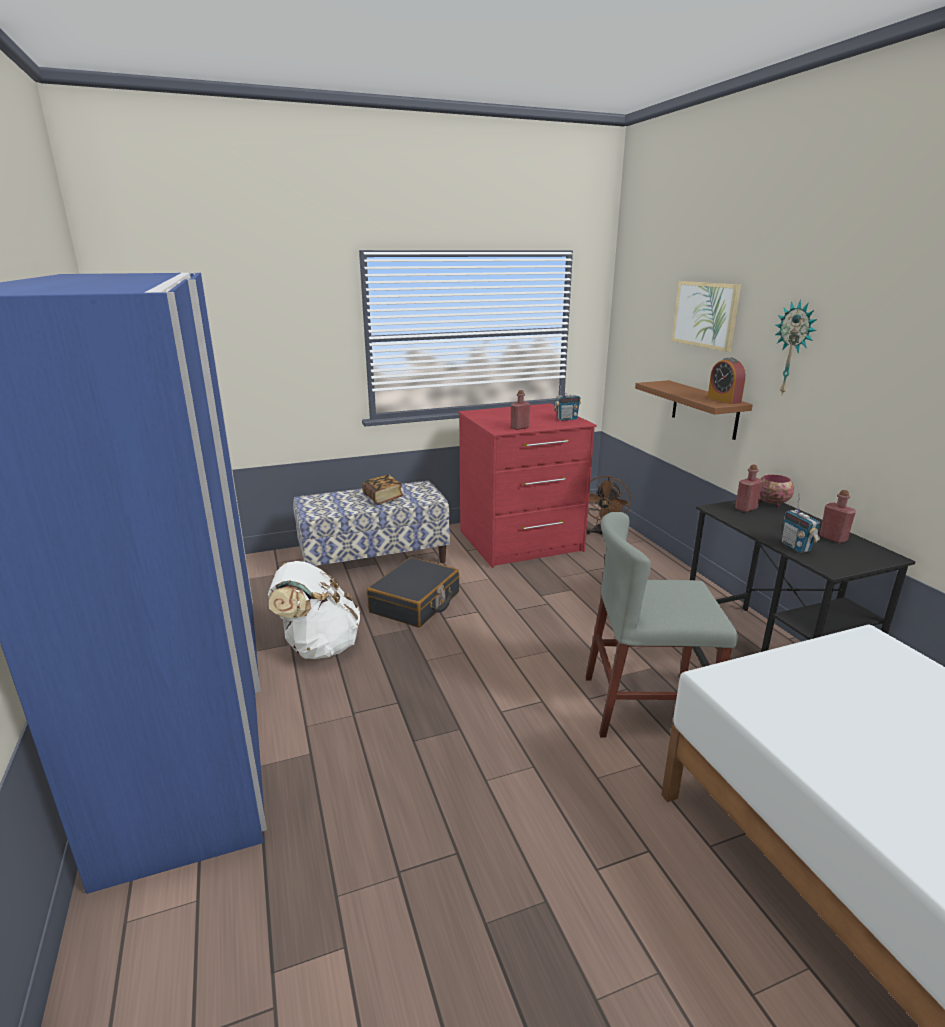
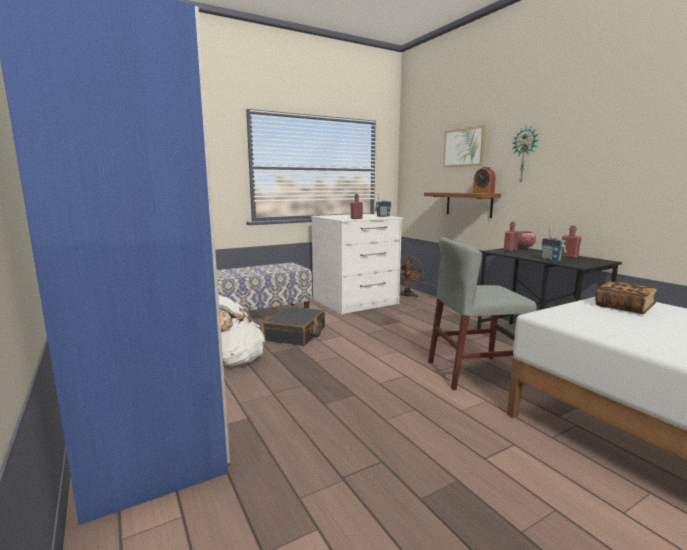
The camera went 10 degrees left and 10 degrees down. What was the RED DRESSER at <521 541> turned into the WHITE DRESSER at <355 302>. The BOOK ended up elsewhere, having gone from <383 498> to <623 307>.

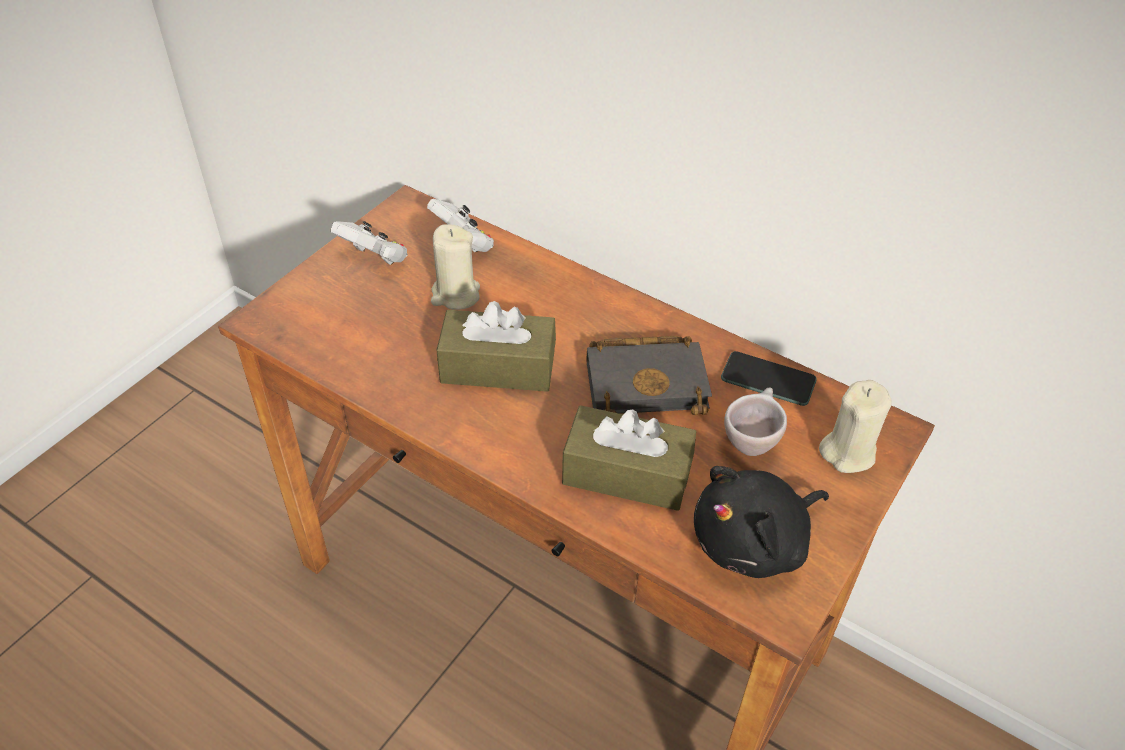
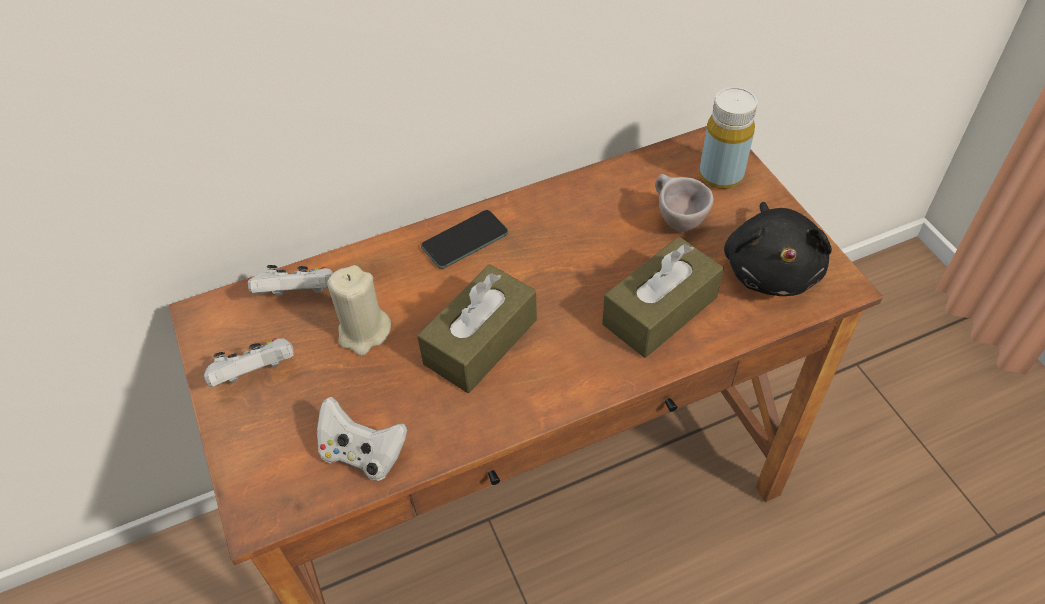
The camera went 55 degrees left and 5 degrees up. The second view lost the BLACK BOOK at <649 381>. The PHONE ended up elsewhere, having gone from <768 379> to <465 240>. Where the BEIGE CANDLE stood at <848 452>, the YELLOW BOTTLE came to stand at <721 175>. The second view gained the WHITE GAME CONTROLLER at <363 453>.

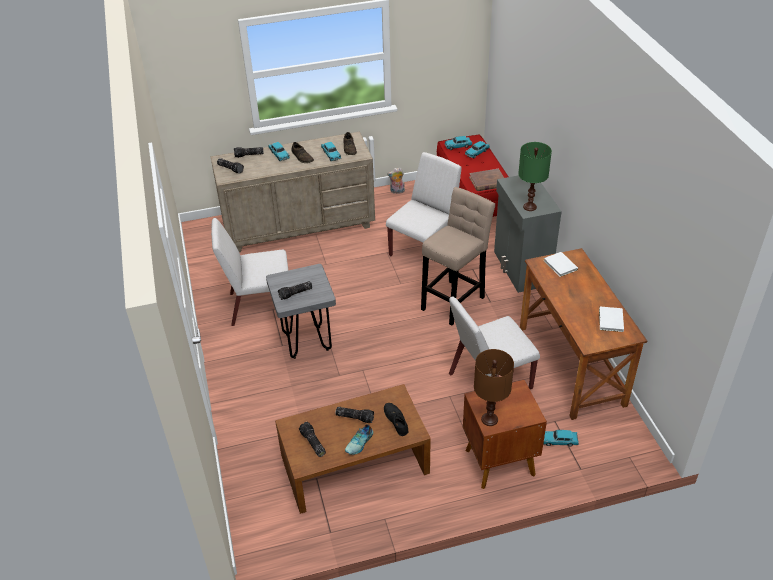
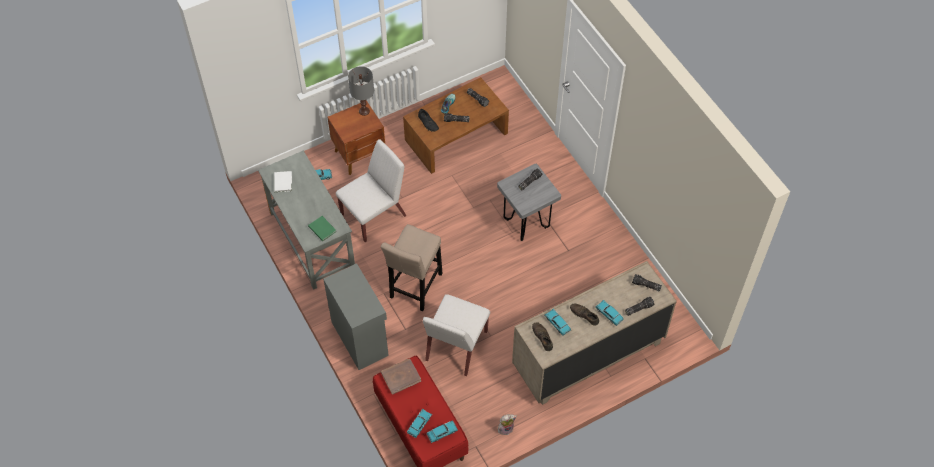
The camera went 165 degrees right and 15 degrees up. The second view lost the GREEN TABLE LAMP at <530 207>. The second view lost the WHITE CHAIR at <259 306>. What was the BROWN DESK at <571 365> turned into the GREY DESK at <311 241>. What was the WHITE BOOK at <560 266> turned into the GREEN BOOK at <322 228>. What was the BROWN TABLE LAMP at <489 419> turned into the GREY TABLE LAMP at <364 111>.

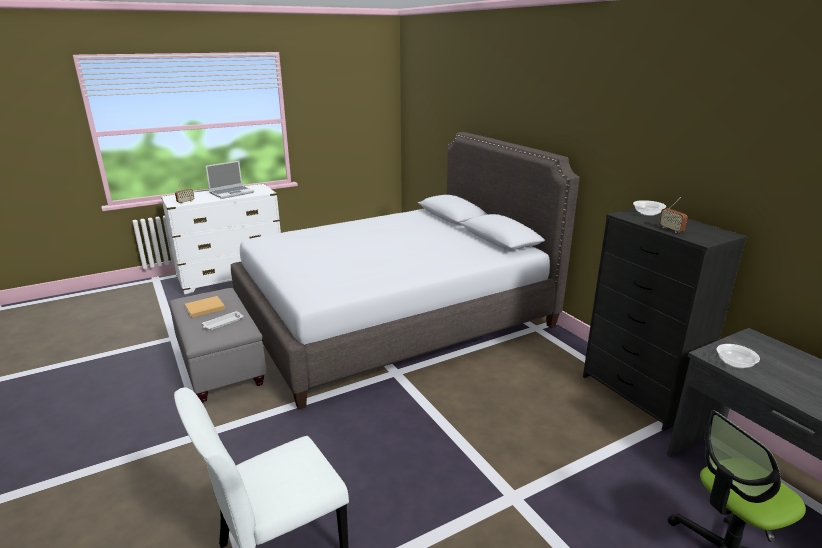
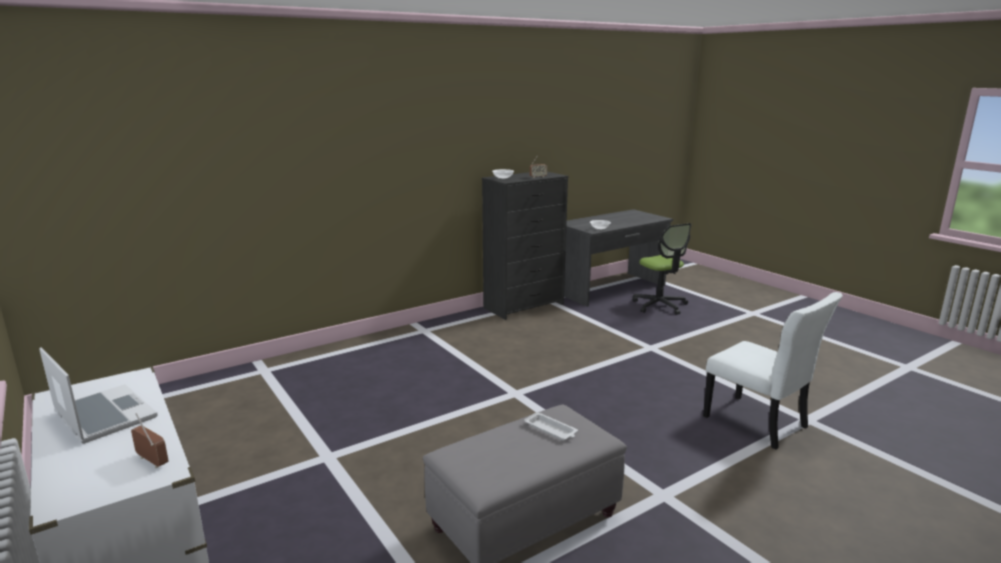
The camera went 95 degrees left and 5 degrees down. The second view lost the GREY BED at <394 319>. The second view lost the BEIGE BOOK at <203 308>.

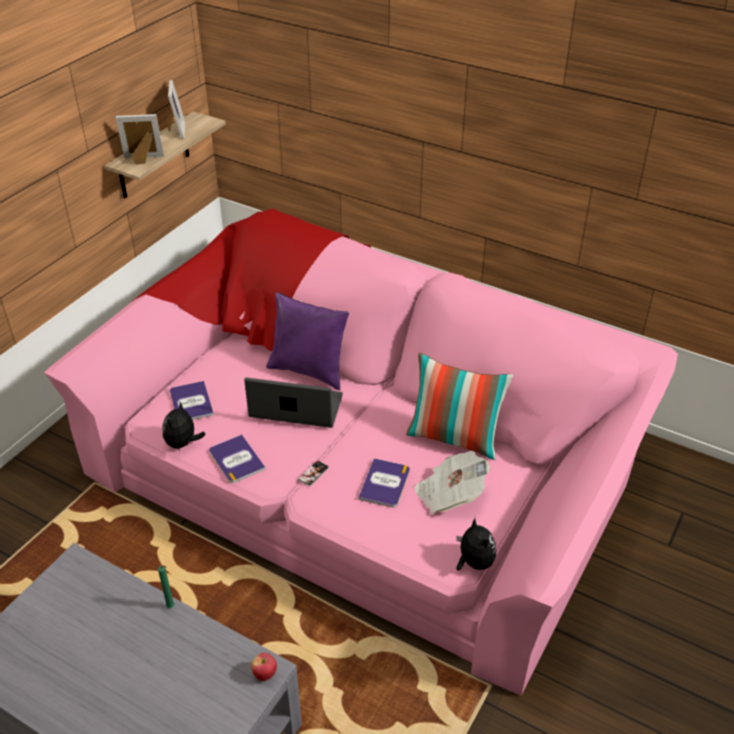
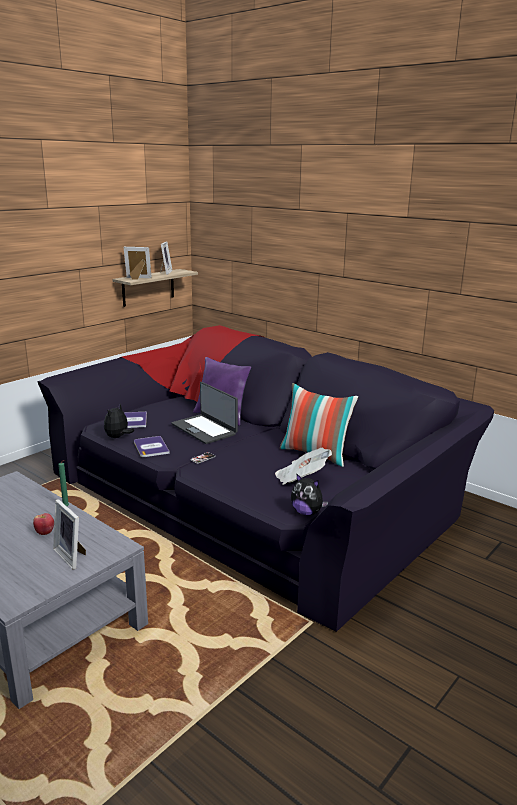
The camera went 10 degrees right and 20 degrees down. What was the PINK SOFA at <366 460> turned into the BLACK SOFA at <256 487>. The LAPTOP at <296 407> ended up facing another way, 150 degrees counterclockwise from before. The second view lost the BOOK at <384 483>. The PLUSH TOY at <474 562> ended up facing another way, 135 degrees clockwise from before. The APPLE ended up elsewhere, having gone from <265 674> to <45 532>. The second view gained the PICTURE FRAME at <72 555>.

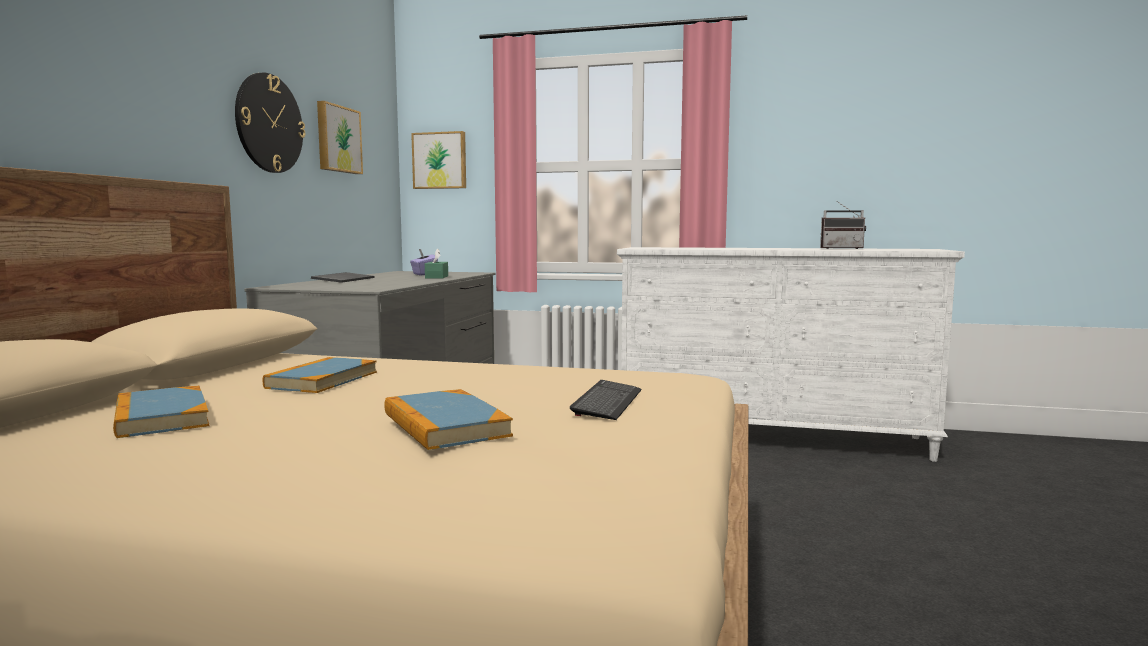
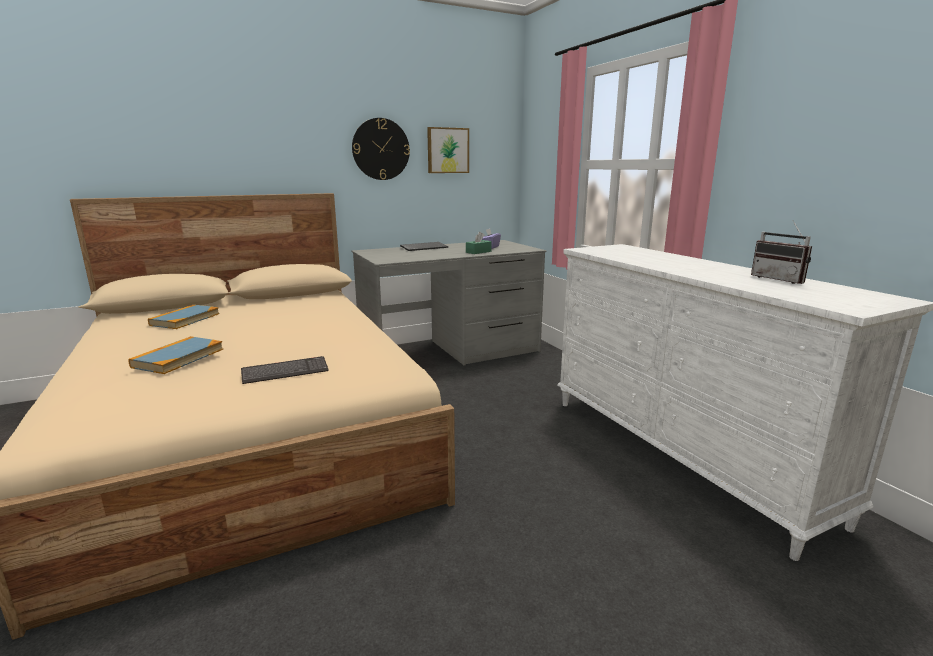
The camera went 50 degrees right and 10 degrees up. The second view lost the PICTURE at <440 160>. The second view lost the BOOK at <322 380>.

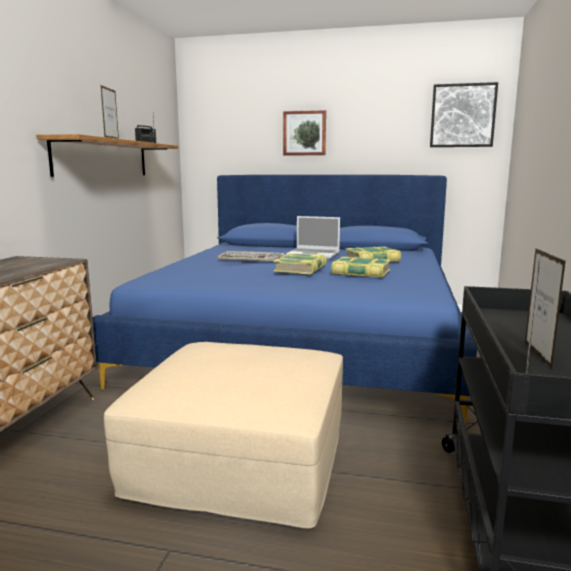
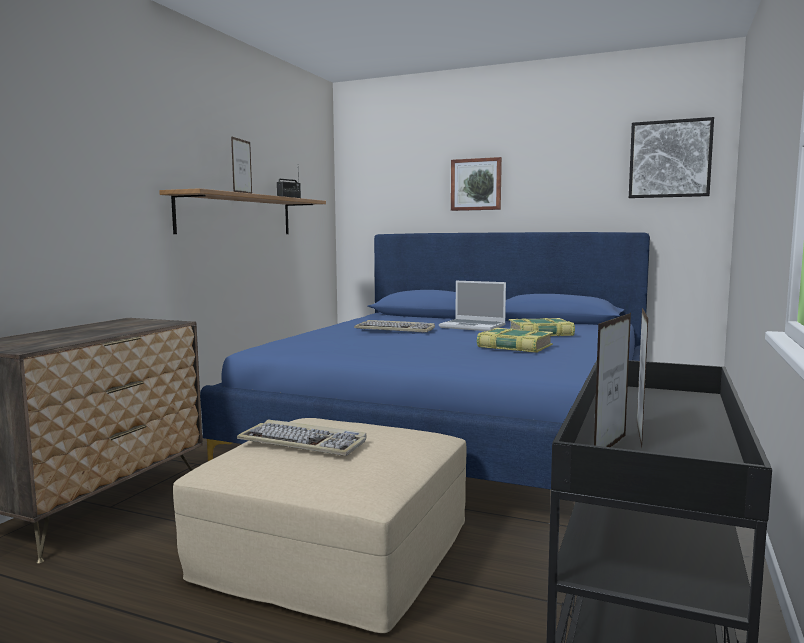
The camera went 10 degrees right and 5 degrees down. The second view lost the BOOK at <301 269>. The second view gained the KEYBOARD at <304 442>.

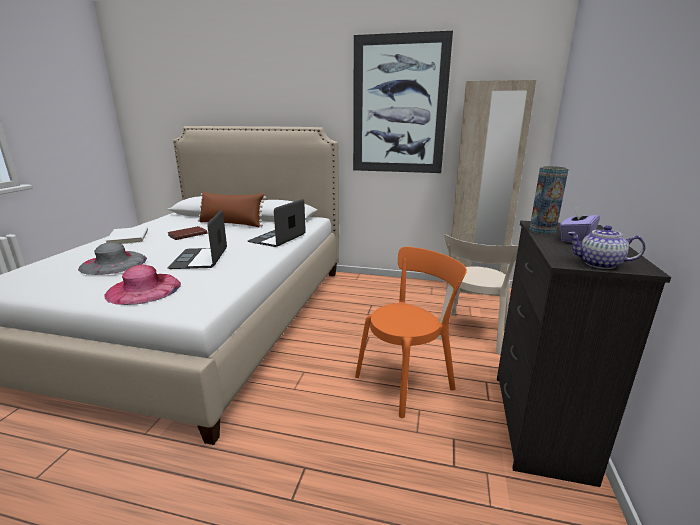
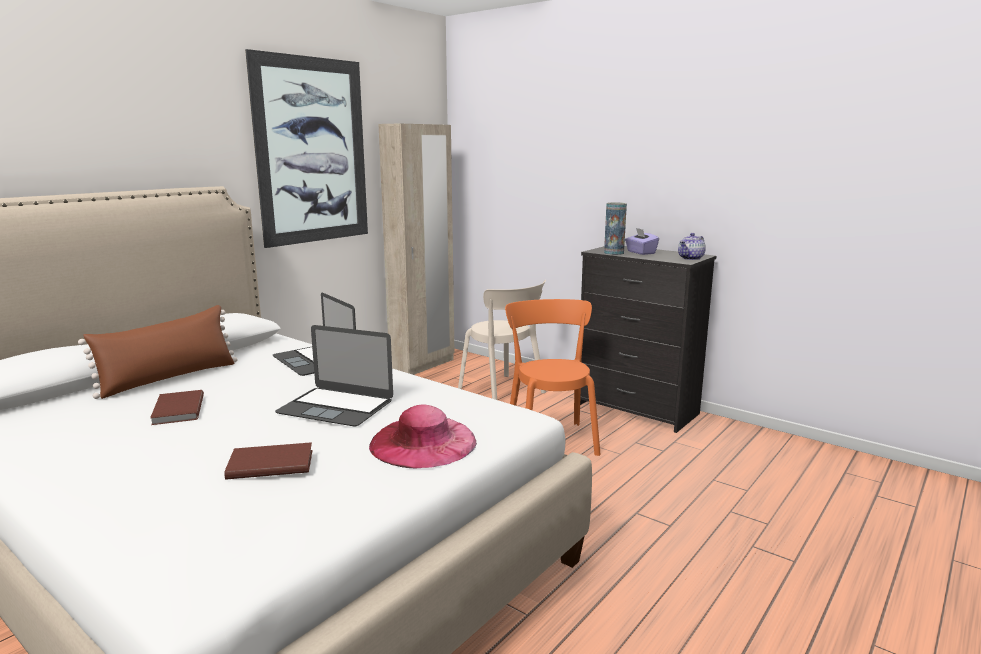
The camera went 65 degrees left and 5 degrees down. The second view lost the WHITE BOOK at <127 237>. Where the GREY HAT stood at <113 263>, the BROWN BOOK came to stand at <270 463>.

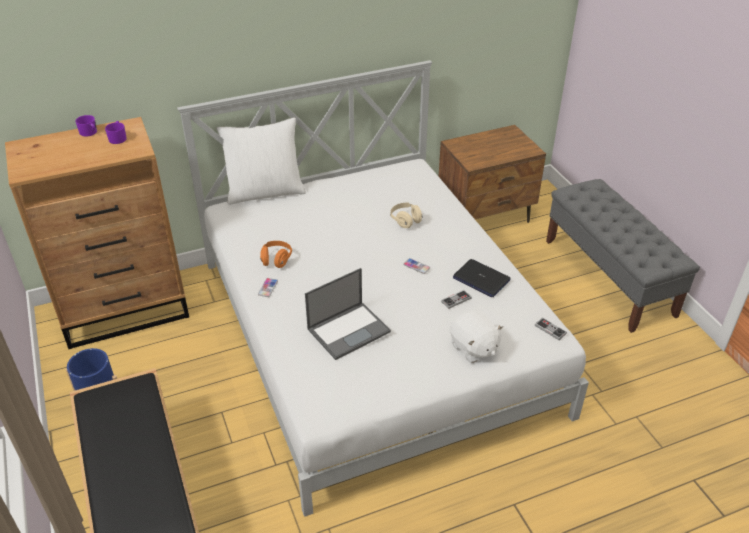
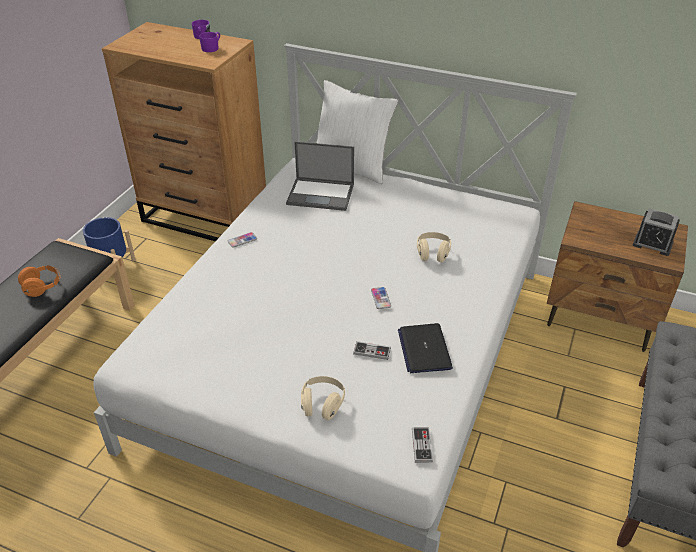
The camera went 45 degrees right and 0 degrees up. The ORANGE HEADPHONES ended up elsewhere, having gone from <276 260> to <43 287>. The LAPTOP ended up elsewhere, having gone from <349 330> to <321 194>. Where the WHITE PLUSH TOY stood at <473 348>, the BEIGE HEADPHONES came to stand at <322 405>. The second view gained the ALARM CLOCK at <652 244>.

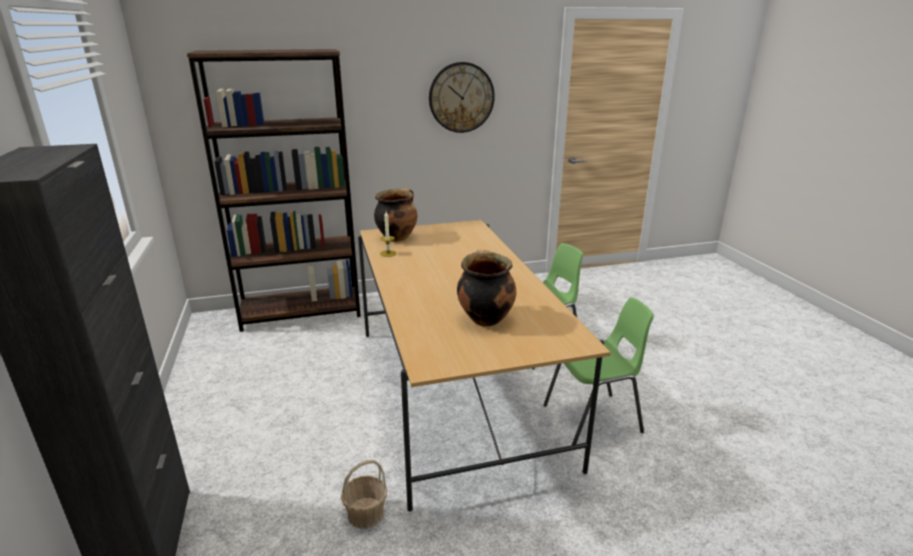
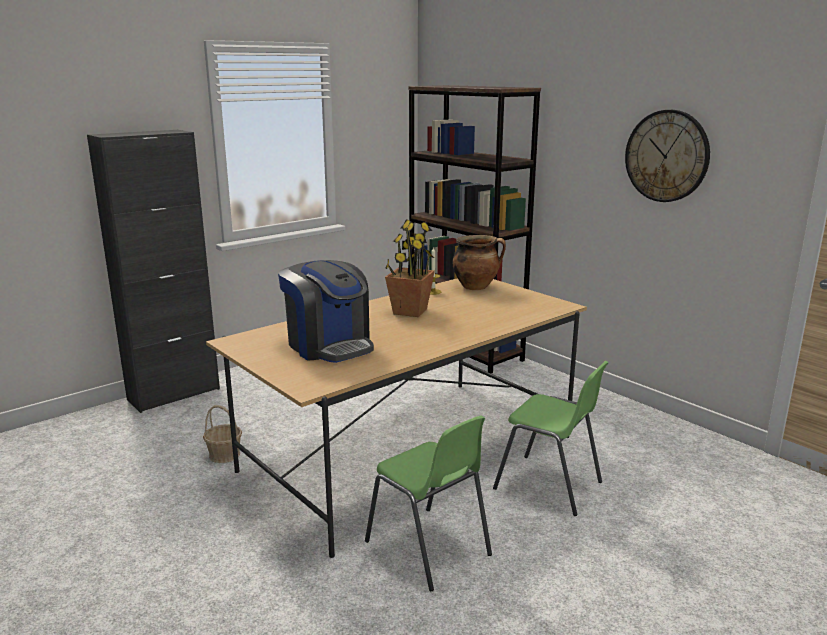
The camera went 65 degrees right and 5 degrees down. Where the COOKING POT stood at <485 318>, the COFFEE MACHINE came to stand at <329 345>. The second view gained the POTTED PLANT at <409 311>.

